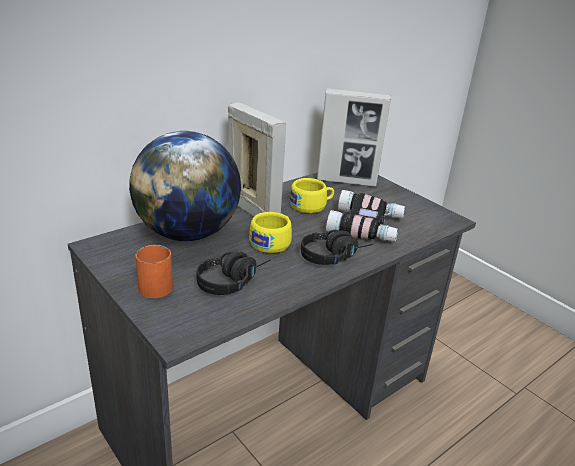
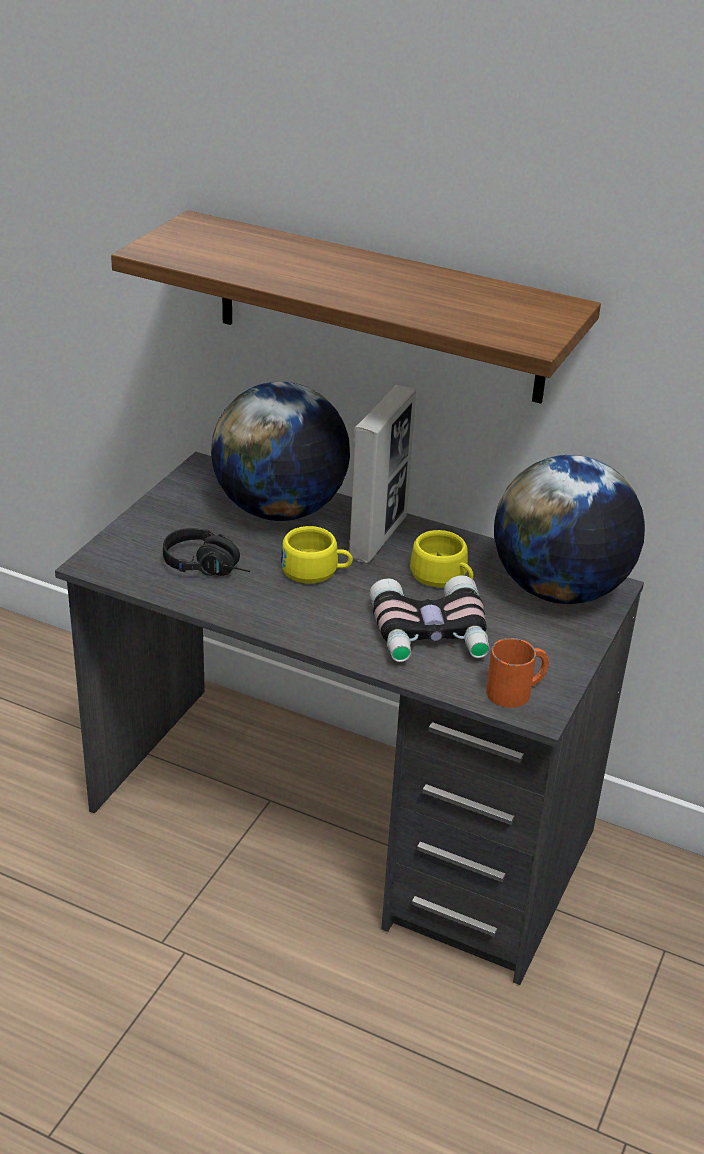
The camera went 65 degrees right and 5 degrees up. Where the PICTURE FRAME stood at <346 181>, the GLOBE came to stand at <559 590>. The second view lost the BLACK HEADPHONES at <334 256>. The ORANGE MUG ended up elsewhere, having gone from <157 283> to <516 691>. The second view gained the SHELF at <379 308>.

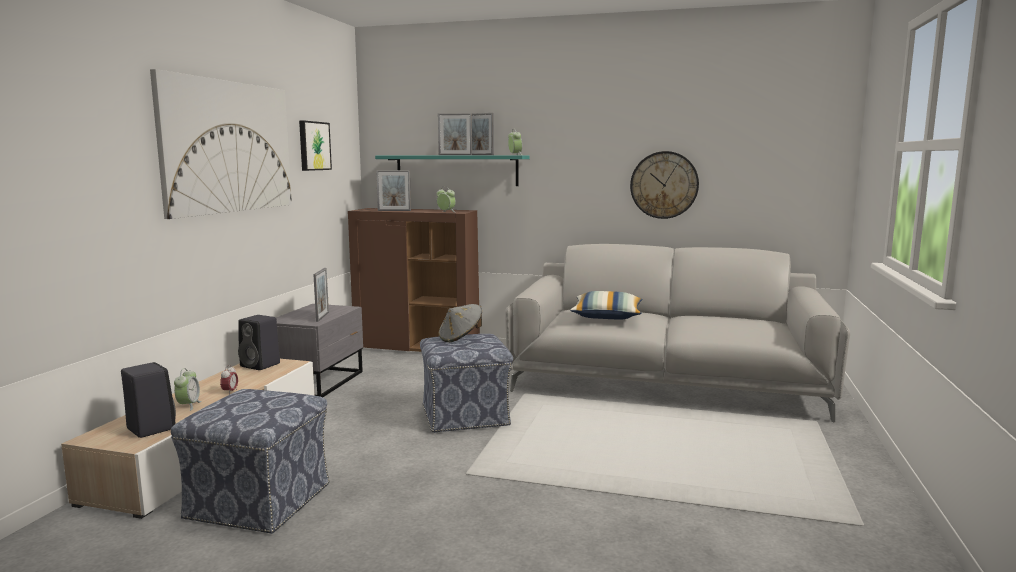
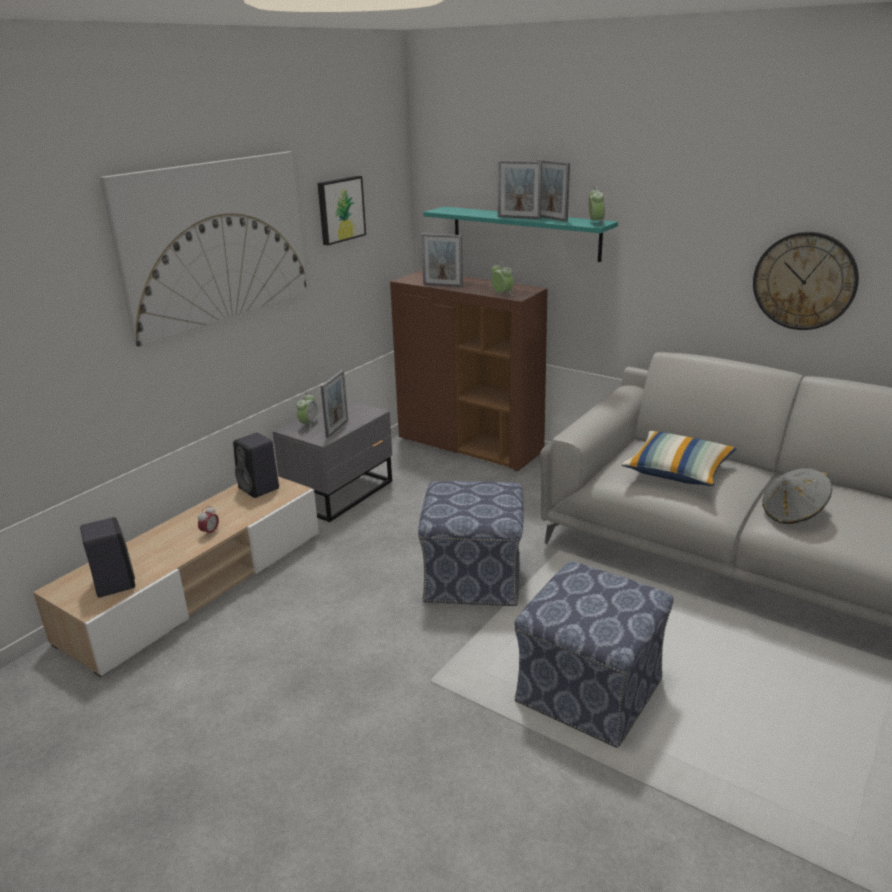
The camera went 20 degrees right and 15 degrees up. The GREY HAT ended up elsewhere, having gone from <460 338> to <793 514>. The ALARM CLOCK ended up elsewhere, having gone from <188 405> to <309 424>. The OTTOMAN ended up elsewhere, having gone from <260 500> to <590 689>.

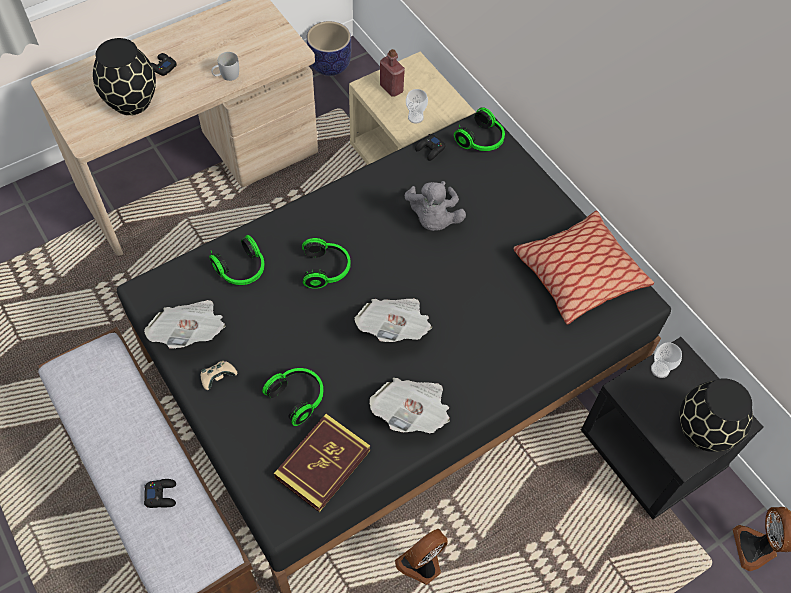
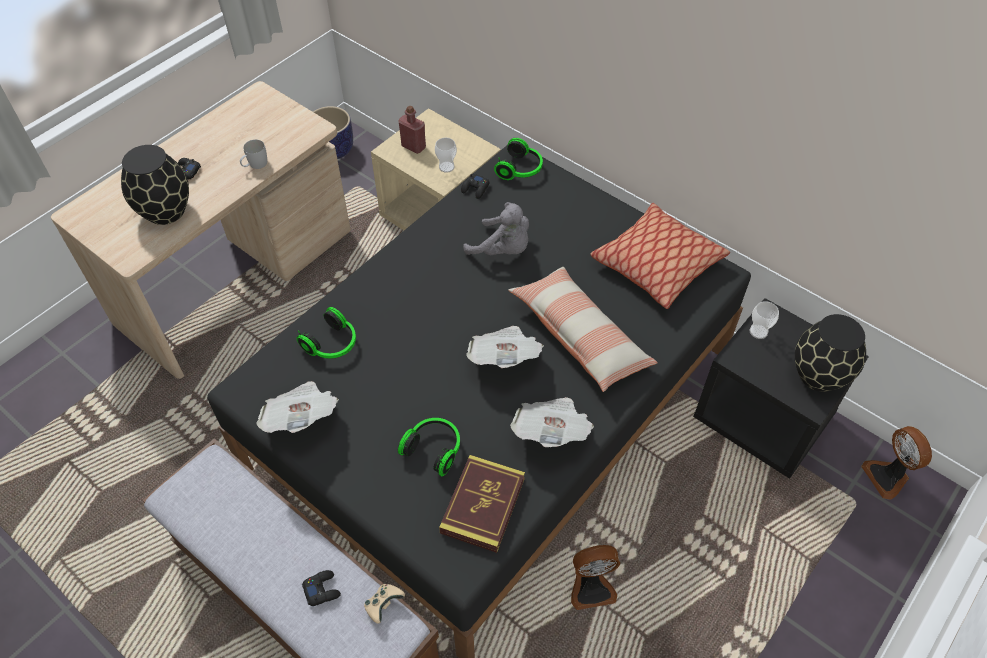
The camera went 15 degrees left and 5 degrees down. The GREY PLUSH TOY at <433 219> ended up facing another way, 45 degrees counterclockwise from before. The second view lost the HEADPHONES at <327 269>. The BEIGE GAME CONTROLLER ended up elsewhere, having gone from <218 378> to <383 605>. The FAN at <421 564> ended up facing another way, 135 degrees counterclockwise from before. The second view gained the PILLOW at <580 336>.

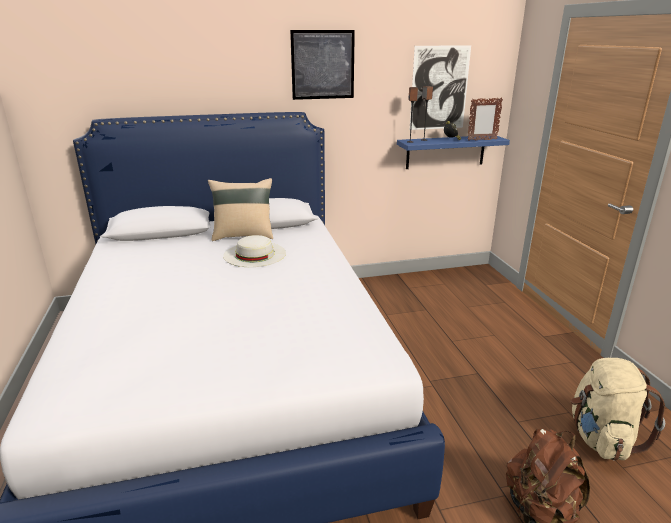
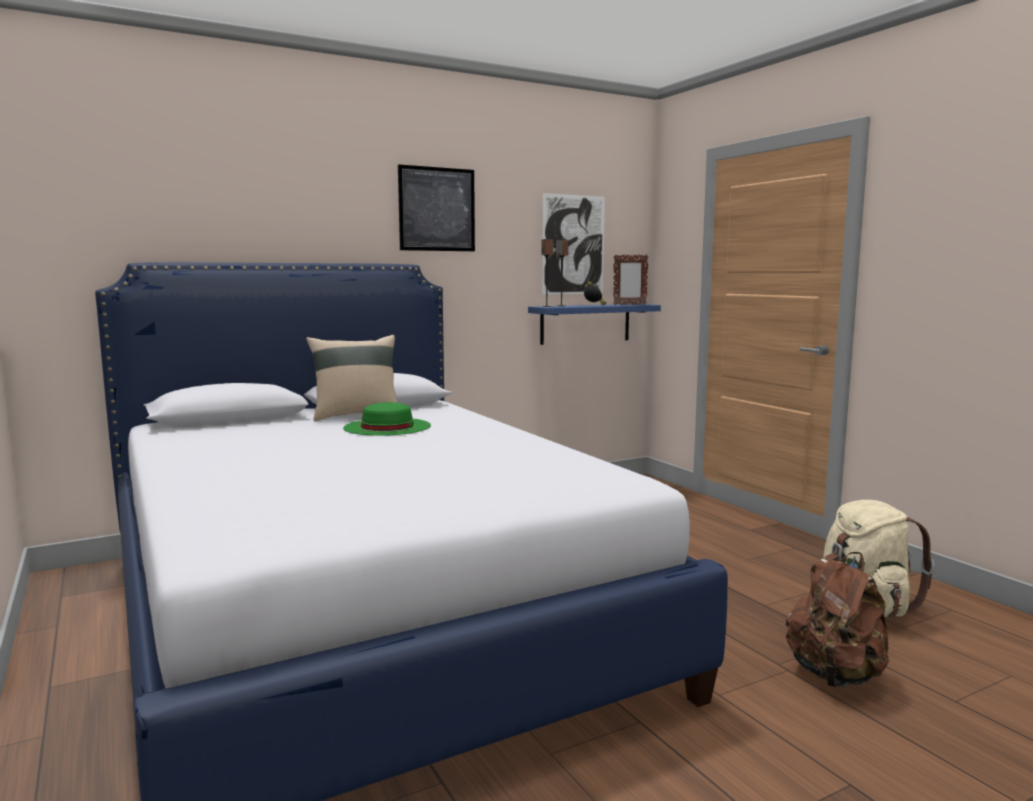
The camera went 15 degrees left and 15 degrees down. What was the WHITE HAT at <254 254> turned into the GREEN HAT at <387 426>.

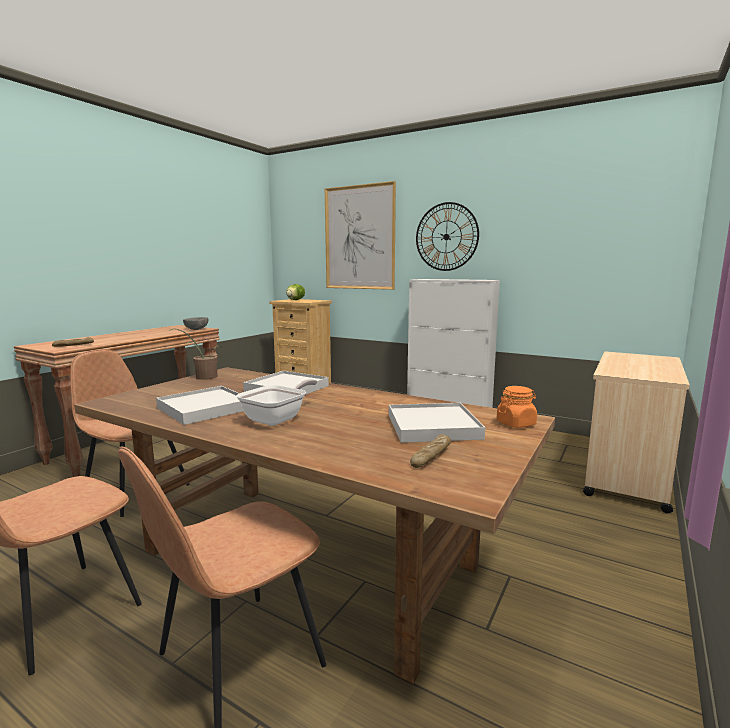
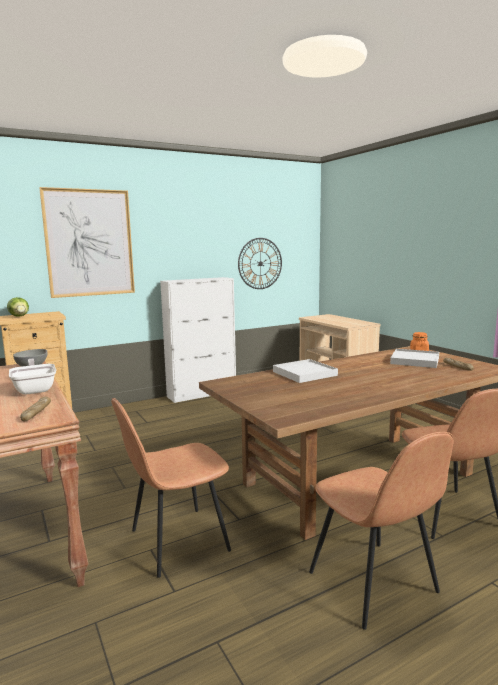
The camera went 60 degrees left and 0 degrees up. The WALL CLOCK ended up elsewhere, having gone from <446 237> to <260 263>. The second view lost the POTTED PLANT at <203 377>. The FRYING PAN ended up elsewhere, having gone from <278 418> to <35 389>. The second view lost the WHITE TRAY at <205 408>.

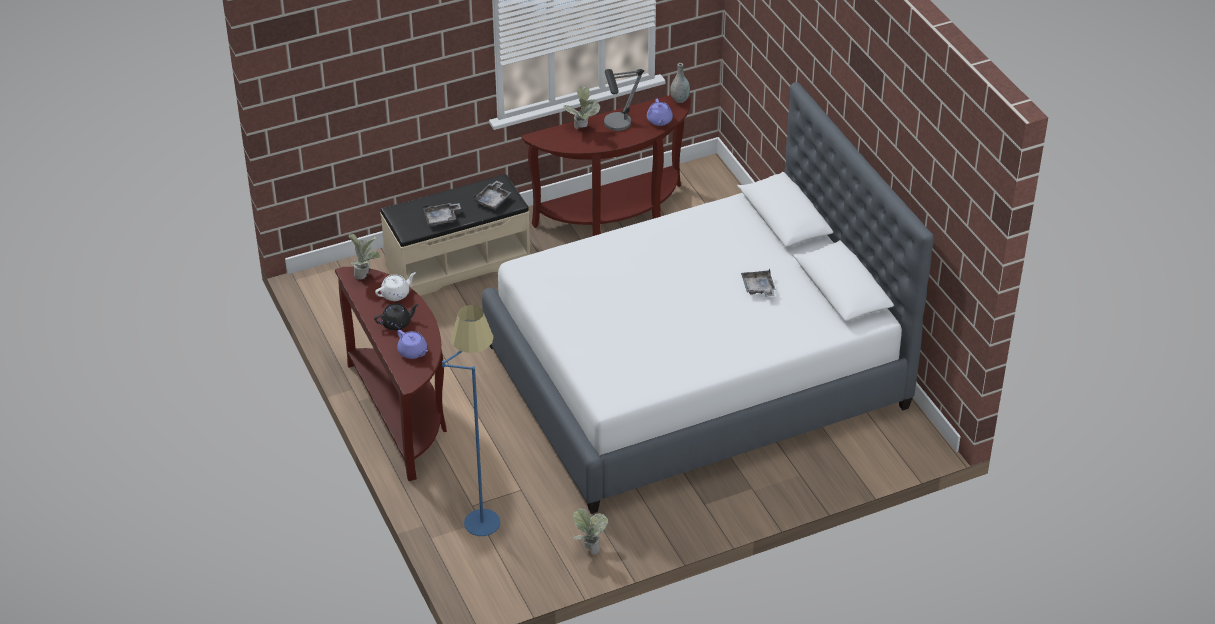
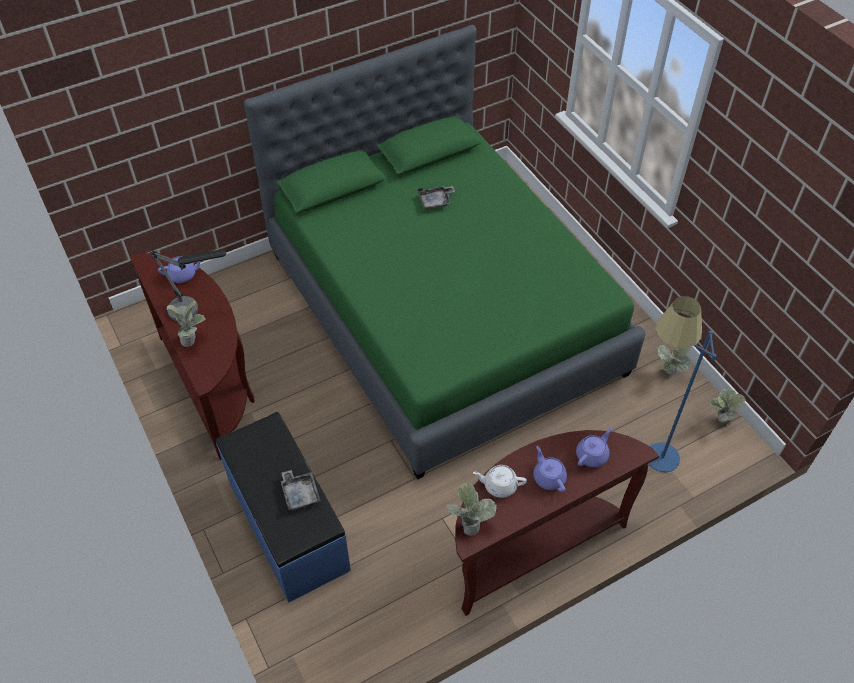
The camera went 95 degrees left and 10 degrees up. The second view lost the GREY VASE at <679 100>. What was the WHITE BED at <696 376> turned into the GREEN BED at <443 312>. What was the BEIGE BENCH at <457 263> turned into the BLUE BENCH at <287 525>. The second view lost the GREY TRAY at <493 200>. The WHITE TEAPOT at <396 294> ended up facing another way, 45 degrees counterclockwise from before. What was the BLACK TEAPOT at <397 323> turned into the PURPLE TEAPOT at <548 477>. The second view gained the POTTED PLANT at <719 420>.

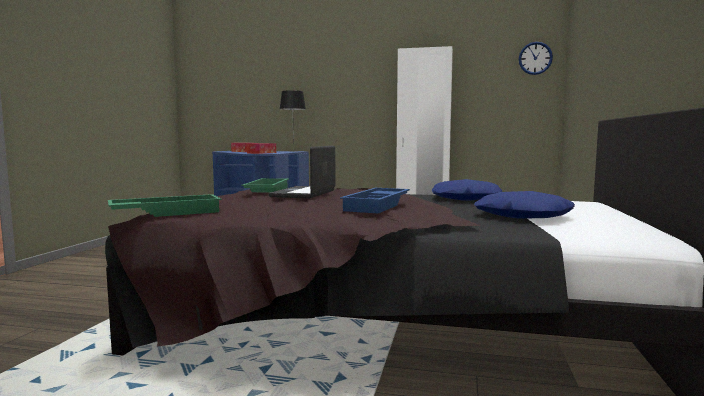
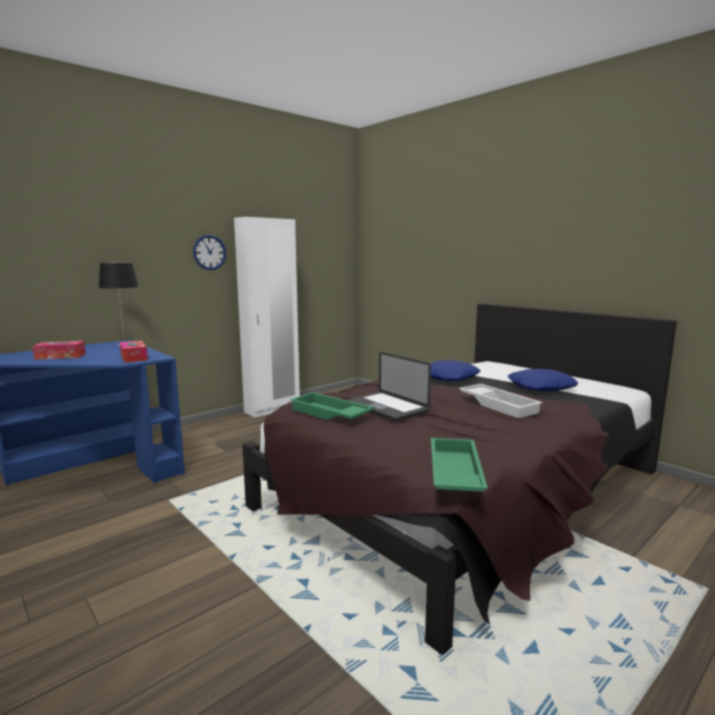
The camera went 55 degrees left and 5 degrees up. The WALL CLOCK ended up elsewhere, having gone from <535 58> to <209 252>. What was the BLUE TRAY at <378 206> turned into the WHITE TRAY at <499 405>.

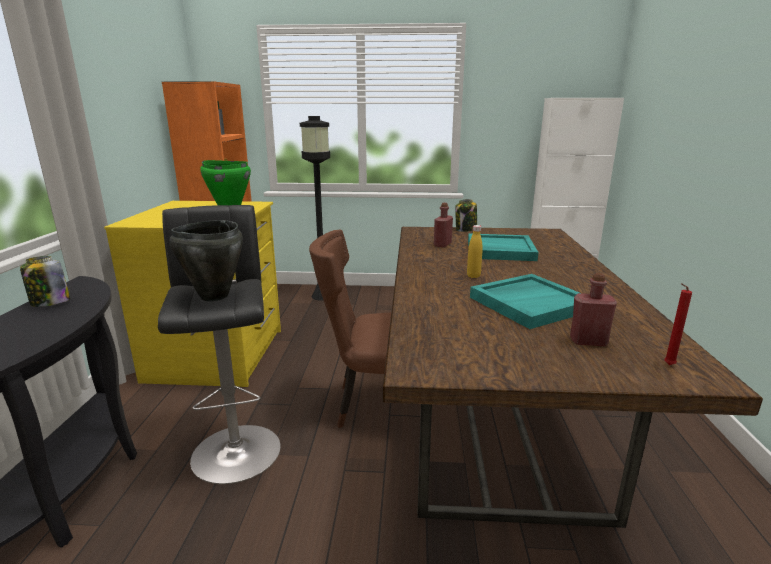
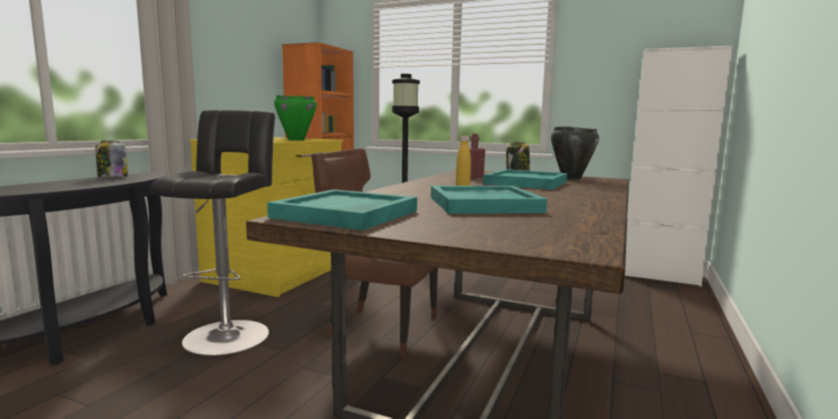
The camera went 20 degrees right and 10 degrees down. The BLACK COOKING POT ended up elsewhere, having gone from <213 296> to <571 178>. The second view lost the RED BOTTLE at <588 341>. The second view lost the RED CANDLE at <667 365>. The second view gained the TURQUOISE TRAY at <346 214>.

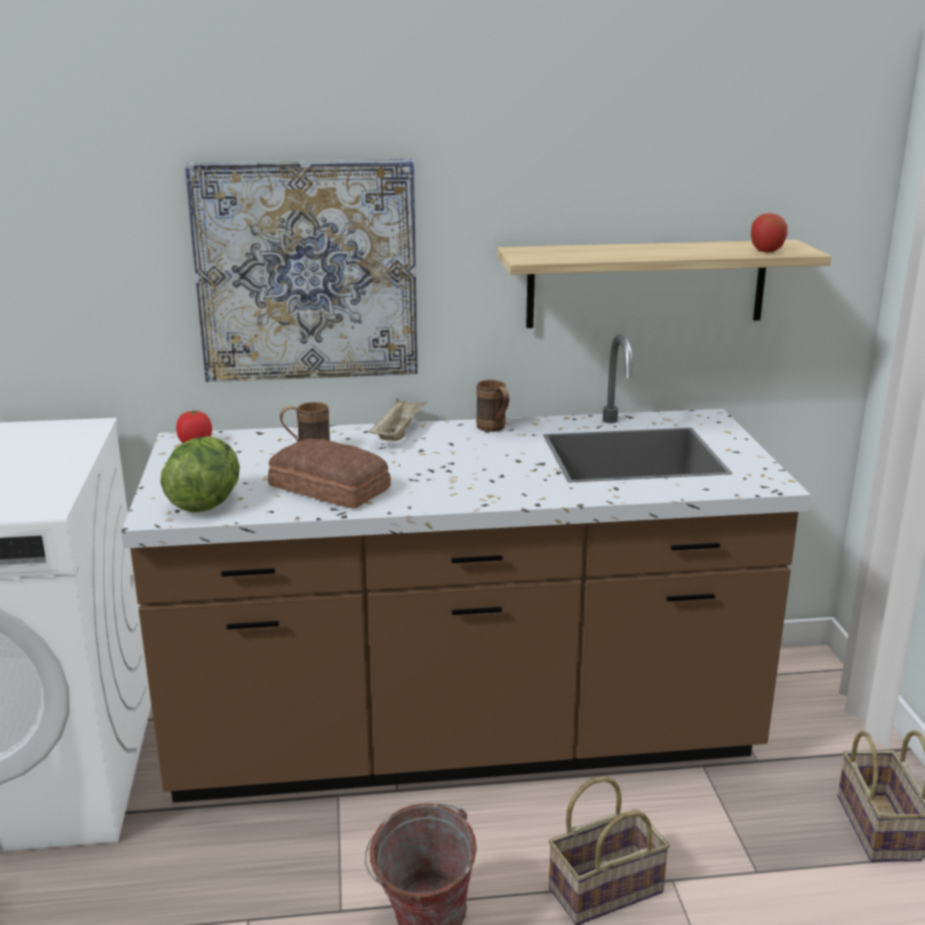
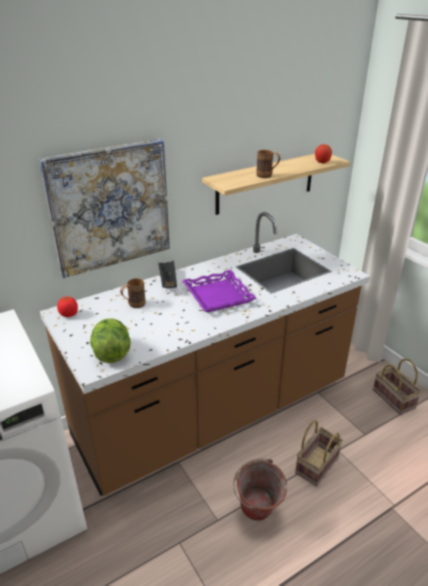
The camera went 25 degrees left and 10 degrees up. The BROWN MUG ended up elsewhere, having gone from <494 429> to <267 176>. What was the BEIGE TRAY at <398 433> turned into the BLACK TRAY at <168 281>. The second view lost the BREAD at <329 488>. The second view gained the PURPLE TRAY at <217 295>.

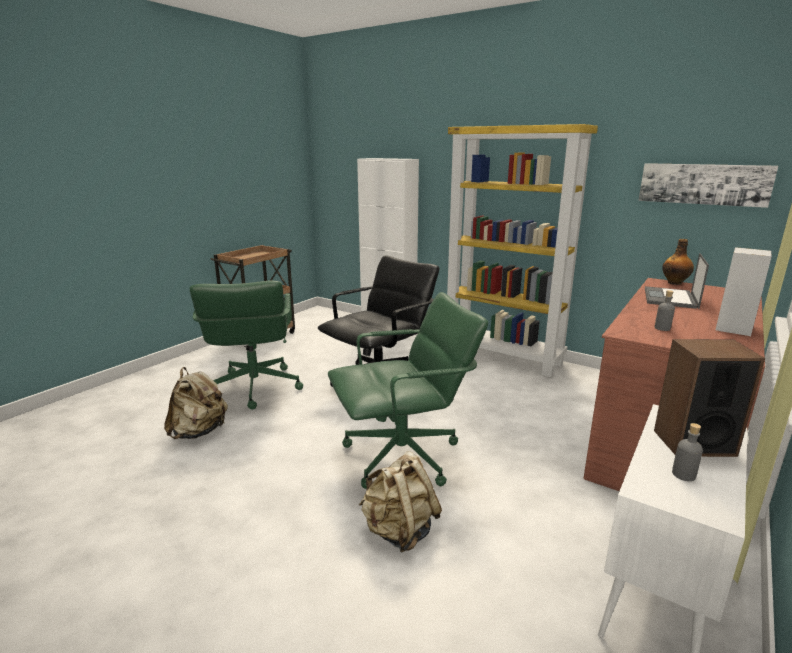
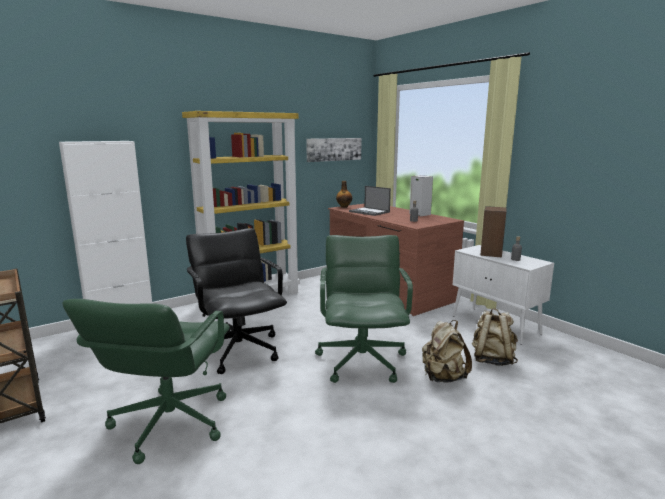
The camera went 70 degrees left and 5 degrees down. The GREEN OFFICE CHAIR at <254 388> ended up facing another way, 90 degrees clockwise from before. The BEIGE BACKPACK ended up elsewhere, having gone from <199 432> to <492 360>.

